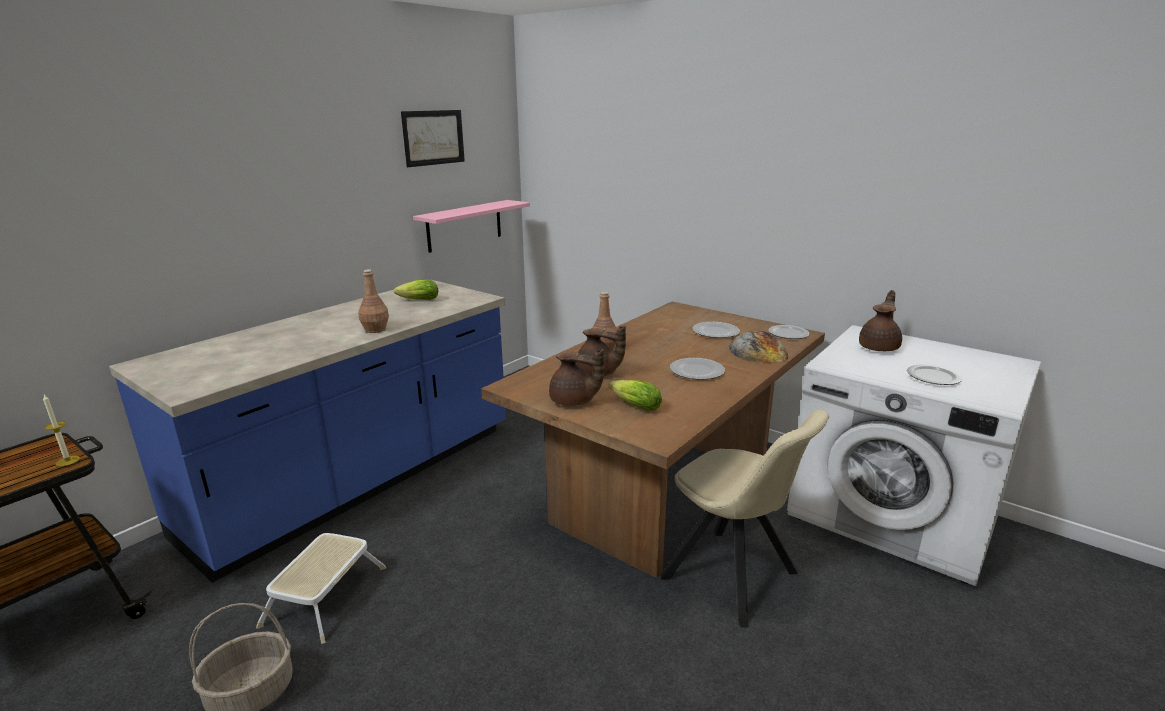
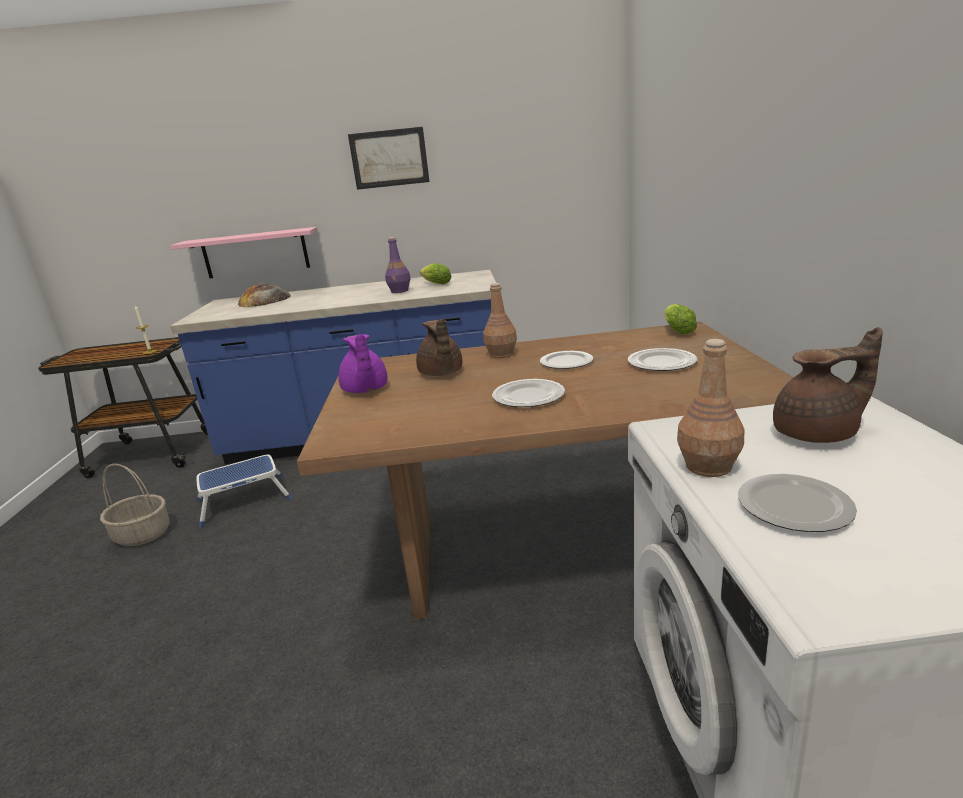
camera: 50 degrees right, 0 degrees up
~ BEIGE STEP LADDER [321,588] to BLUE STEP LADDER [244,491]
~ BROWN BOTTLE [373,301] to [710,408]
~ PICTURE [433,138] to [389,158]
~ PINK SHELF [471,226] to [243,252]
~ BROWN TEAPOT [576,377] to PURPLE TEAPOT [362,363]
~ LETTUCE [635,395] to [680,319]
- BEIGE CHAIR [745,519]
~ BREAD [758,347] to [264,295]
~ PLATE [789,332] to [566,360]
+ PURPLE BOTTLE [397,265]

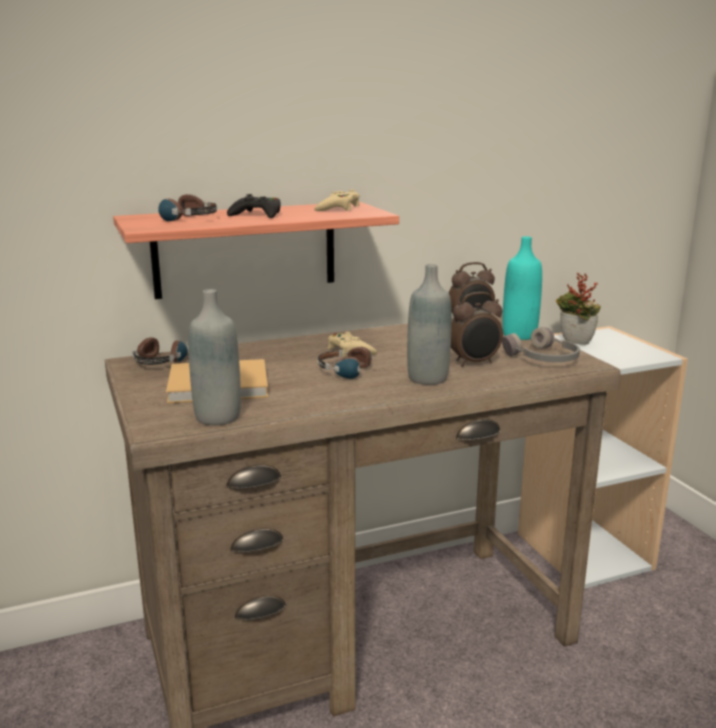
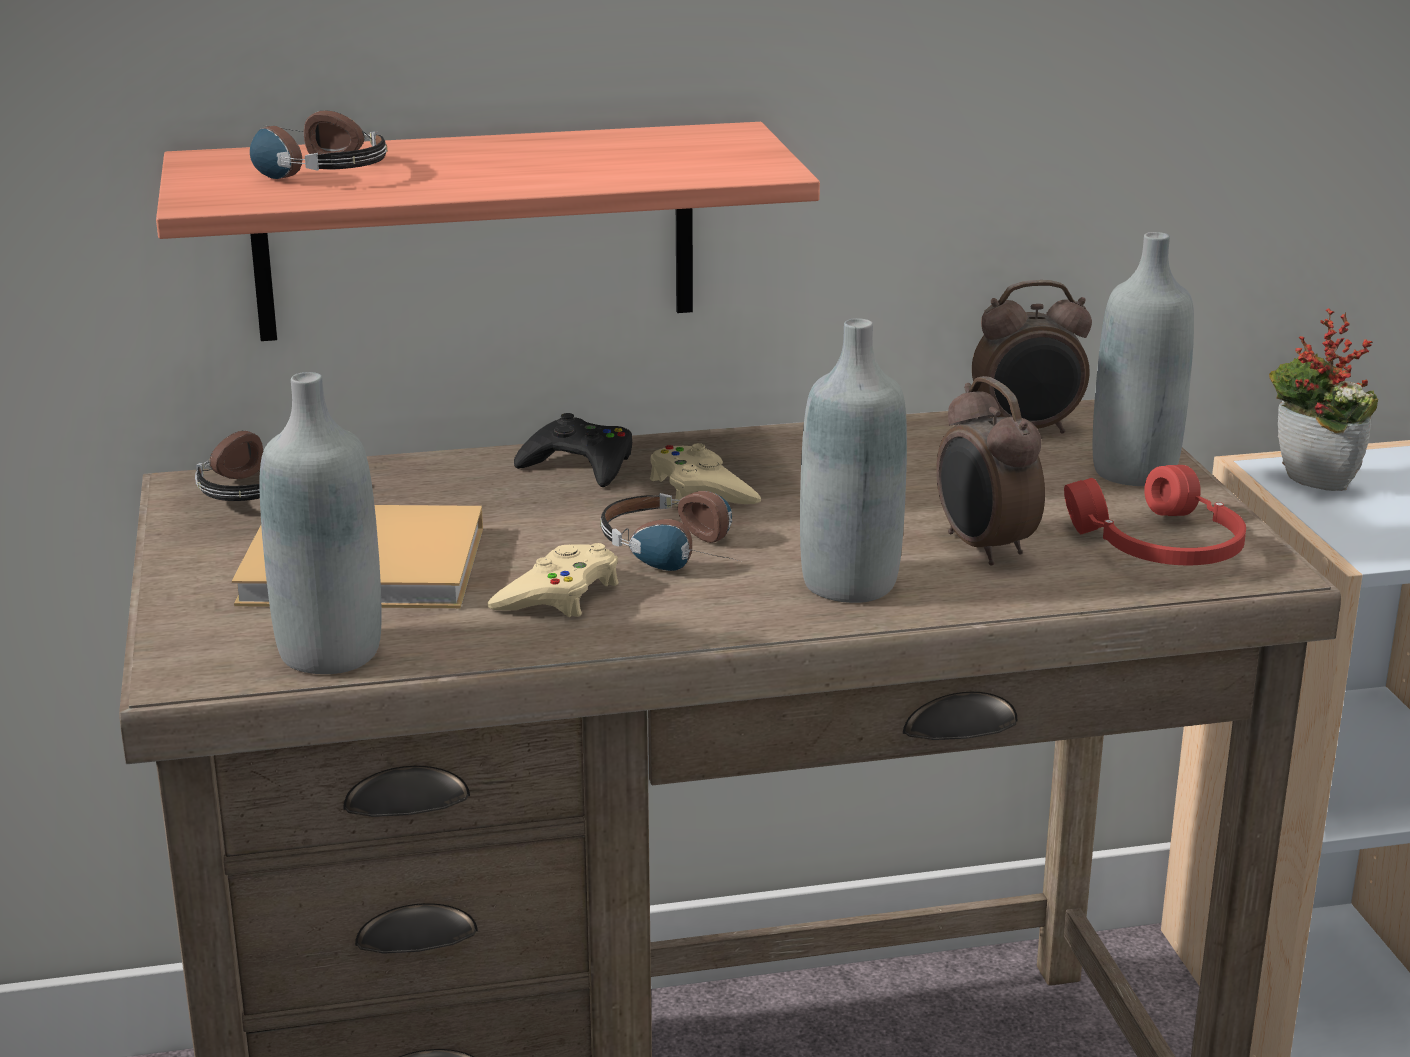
camera: 10 degrees right, 5 degrees up
~ BLACK GAME CONTROLLER [254,206] to [573,450]
~ BEIGE GAME CONTROLLER [337,200] to [553,580]
~ ALARM CLOCK [477,329] = [990,471] 75 degrees clockwise
~ TURQUOISE BOTTLE [522,288] to GREY BOTTLE [1143,359]
~ GREY HEADPHONES [541,345] to RED HEADPHONES [1155,515]

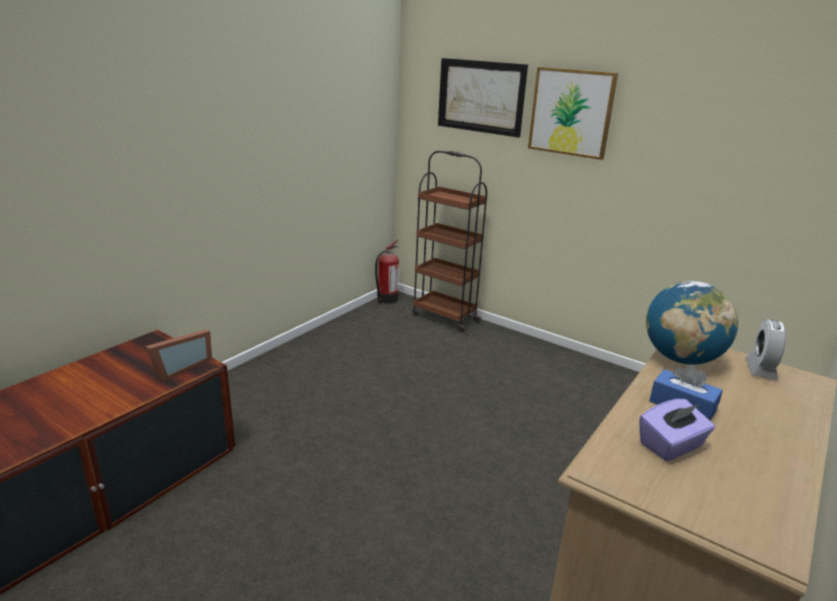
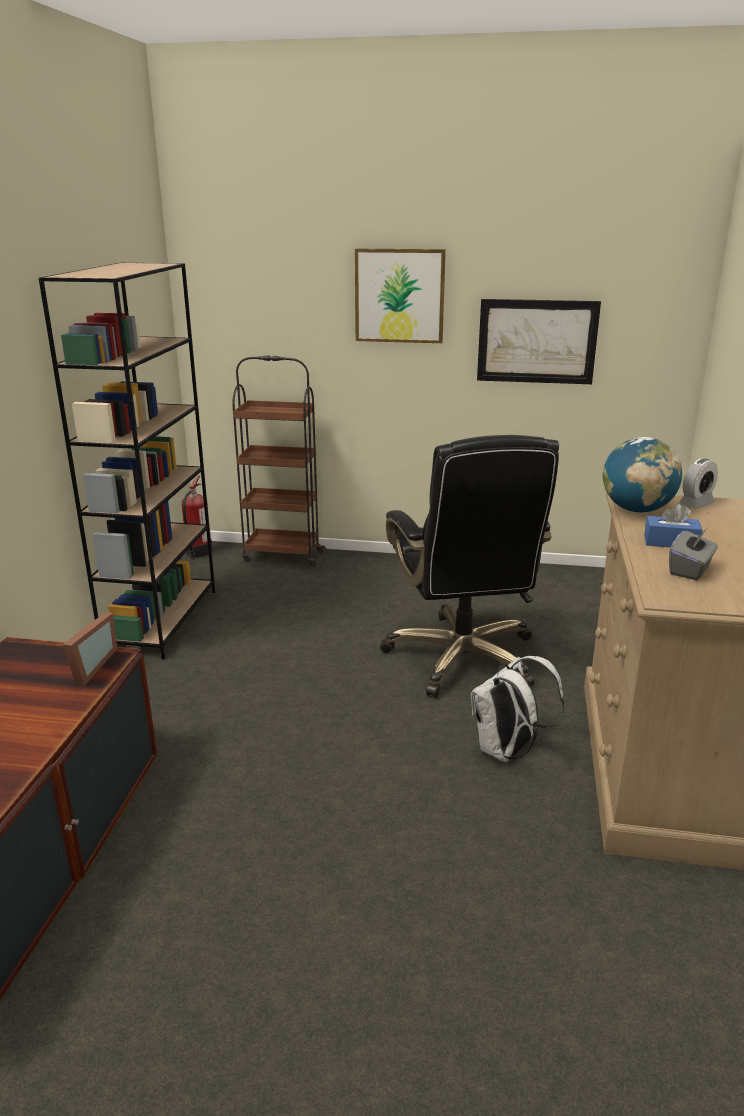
camera: 25 degrees left, 0 degrees up
~ PICTURE [483,97] to [539,341]
~ PURPLE TISSUE BOX [677,430] to GREY TISSUE BOX [693,554]
~ ALARM CLOCK [766,349] = [698,484] 120 degrees counterclockwise
+ BEIGE BOOKCASE [127,461]
+ BLACK OFFICE CHAIR [469,566]
+ WHITE BACKPACK [517,709]

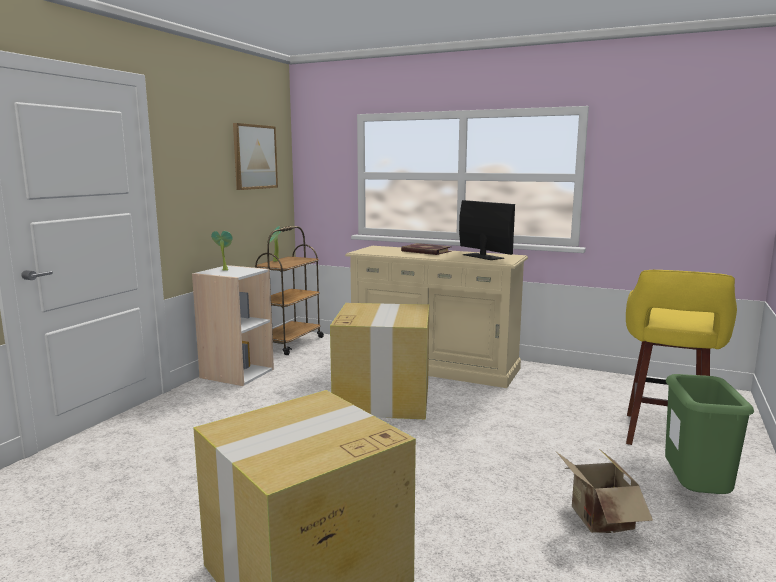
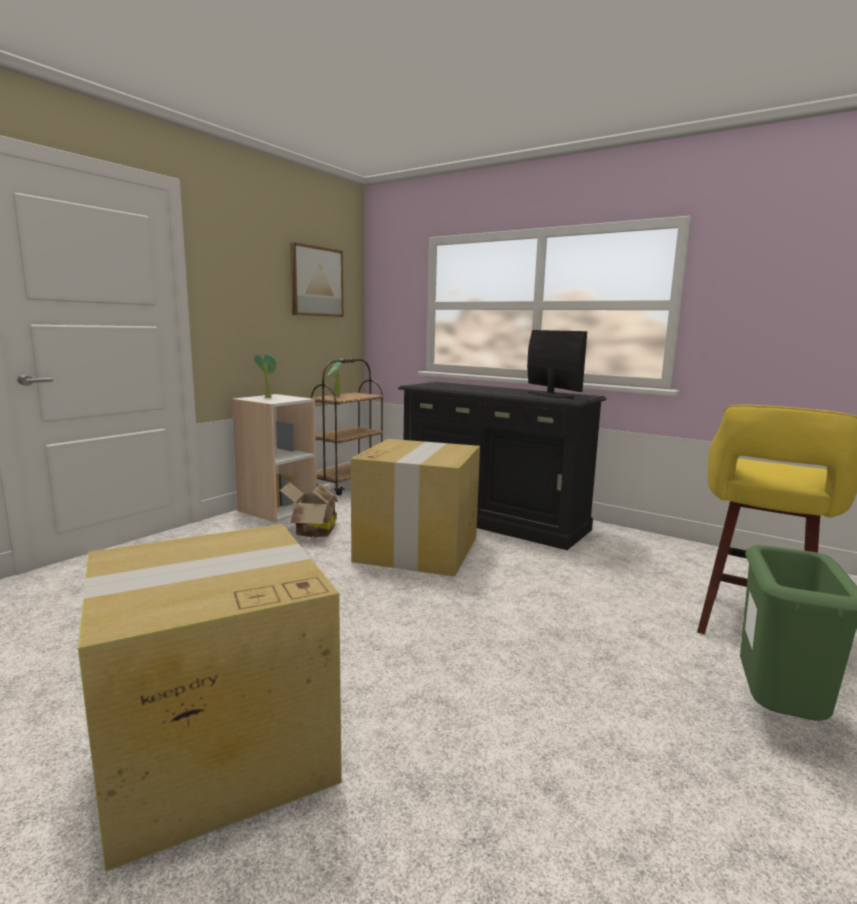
camera: 10 degrees right, 0 degrees up
~ BEIGE CABINET [436,317] to BLACK CABINET [502,466]
- BOOK [426,249]
~ CARDBOARD BOX [605,492] to [309,509]

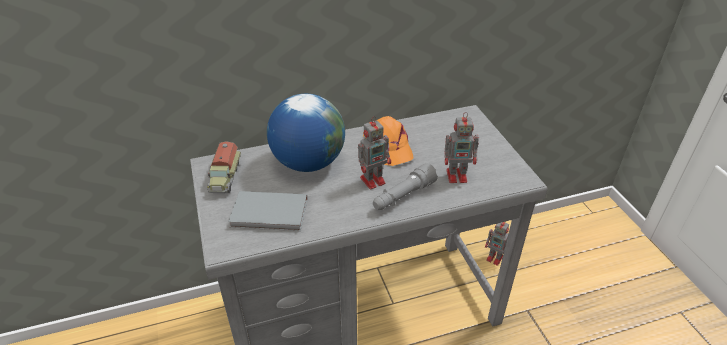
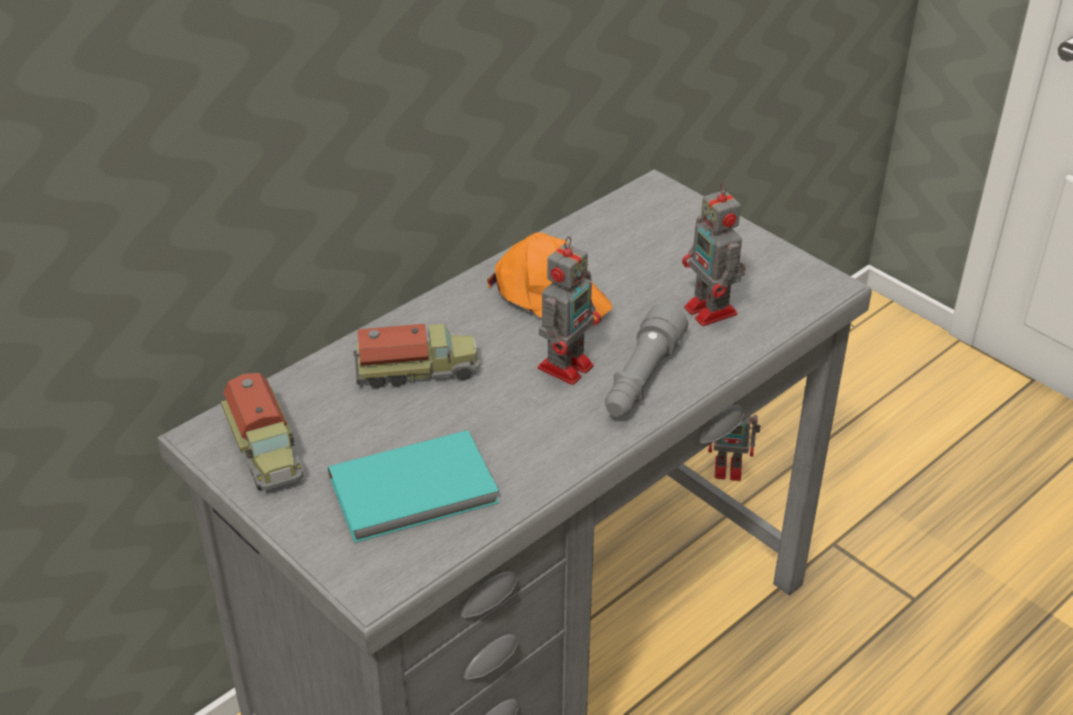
camera: 25 degrees left, 0 degrees up
~ GREY BOOK [267,211] to TURQUOISE BOOK [413,486]
~ GLOBE [306,133] to TOY TRUCK [417,356]
~ TOY ROBOT [461,147] = [714,254] 90 degrees clockwise

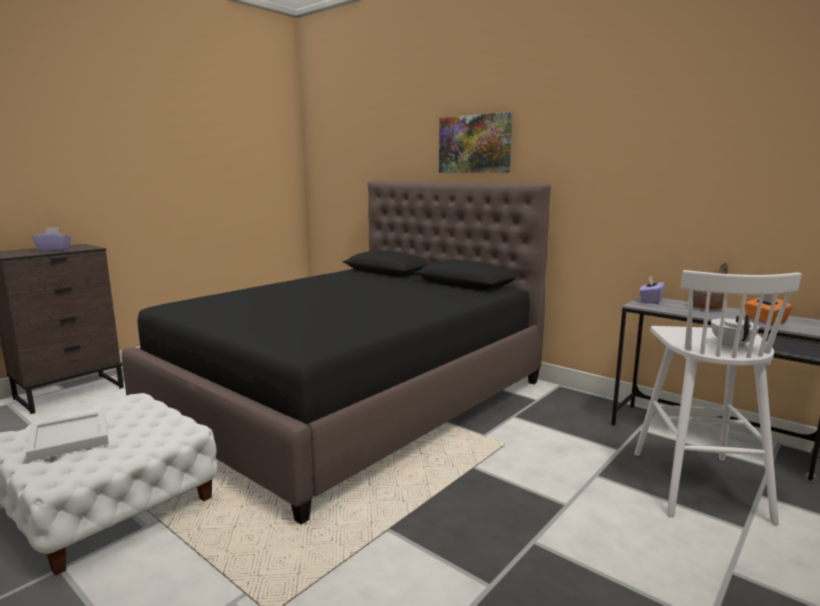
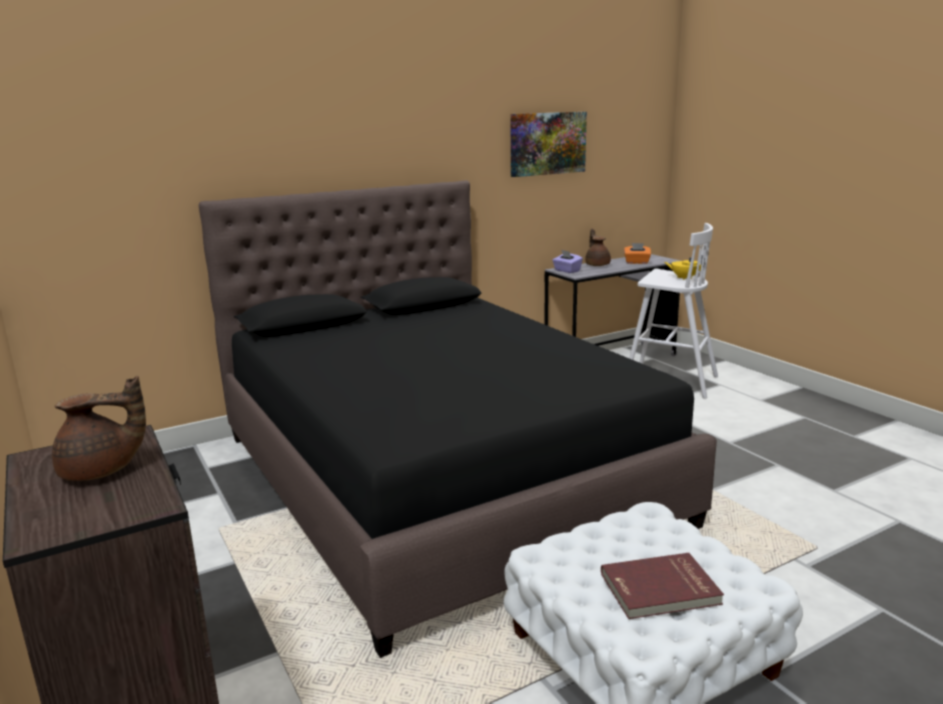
camera: 70 degrees left, 5 degrees up
~ WHITE TRAY [67,436] to RED BOOK [662,586]
~ PURPLE TISSUE BOX [51,239] to BROWN TEAPOT [99,428]
~ PICTURE [475,142] to [549,144]
~ WHITE TEAPOT [735,330] to YELLOW TEAPOT [684,267]

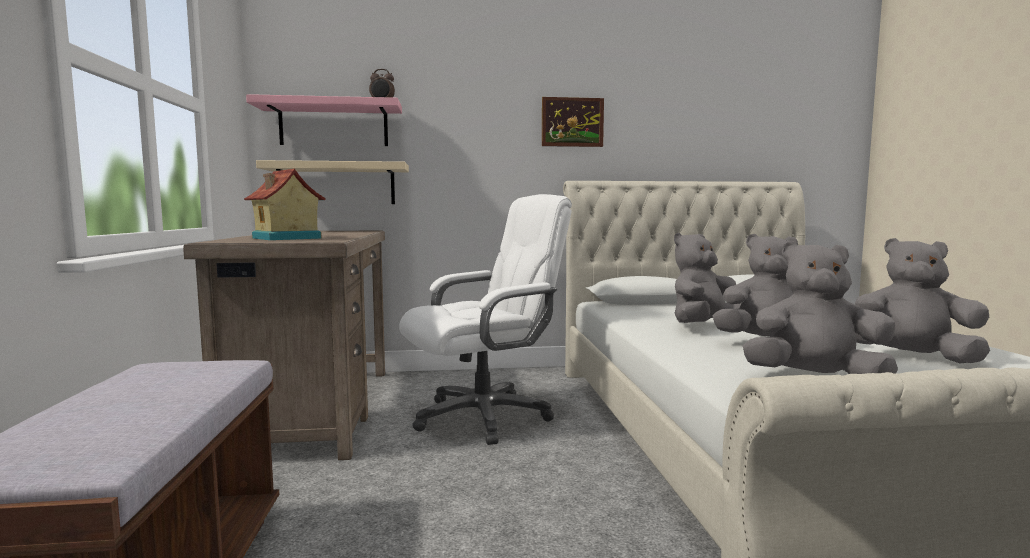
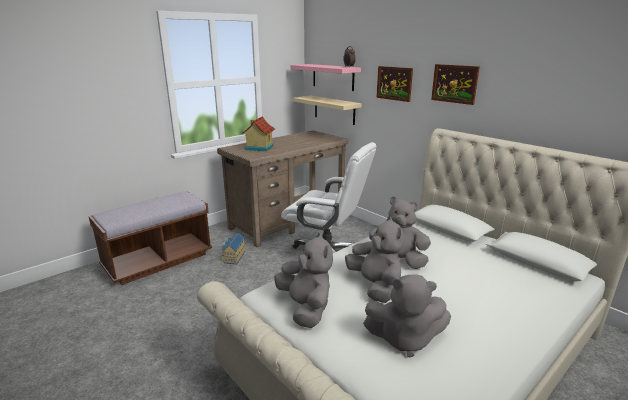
camera: 55 degrees right, 15 degrees up
~ GREY PLUSH TOY [922,300] = [407,316] 105 degrees clockwise
+ TOY HOUSE [233,248]
+ PICTURE [394,84]

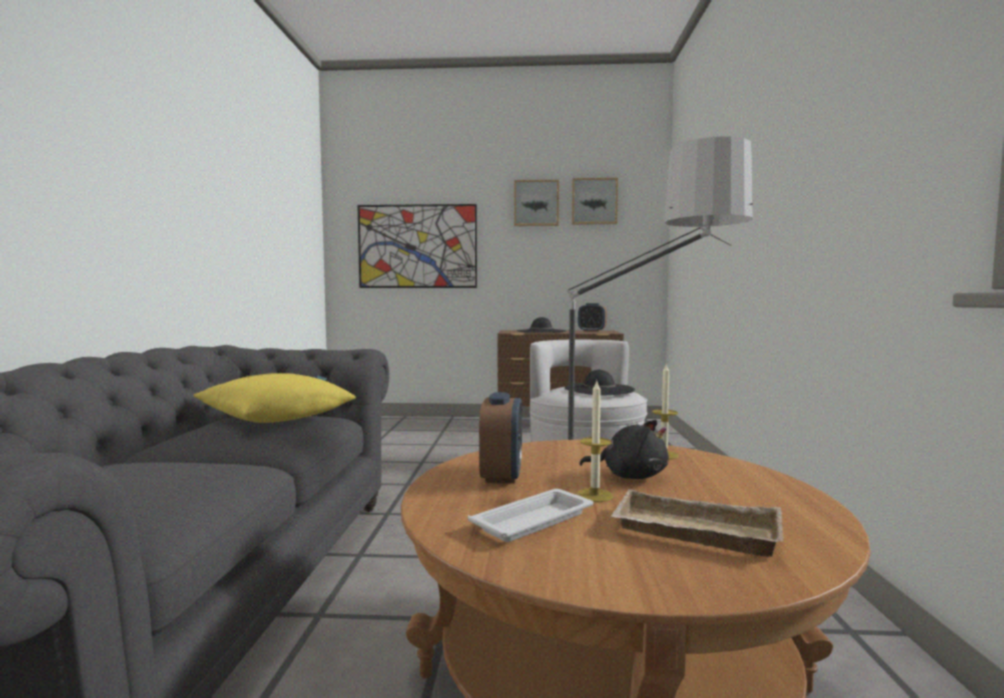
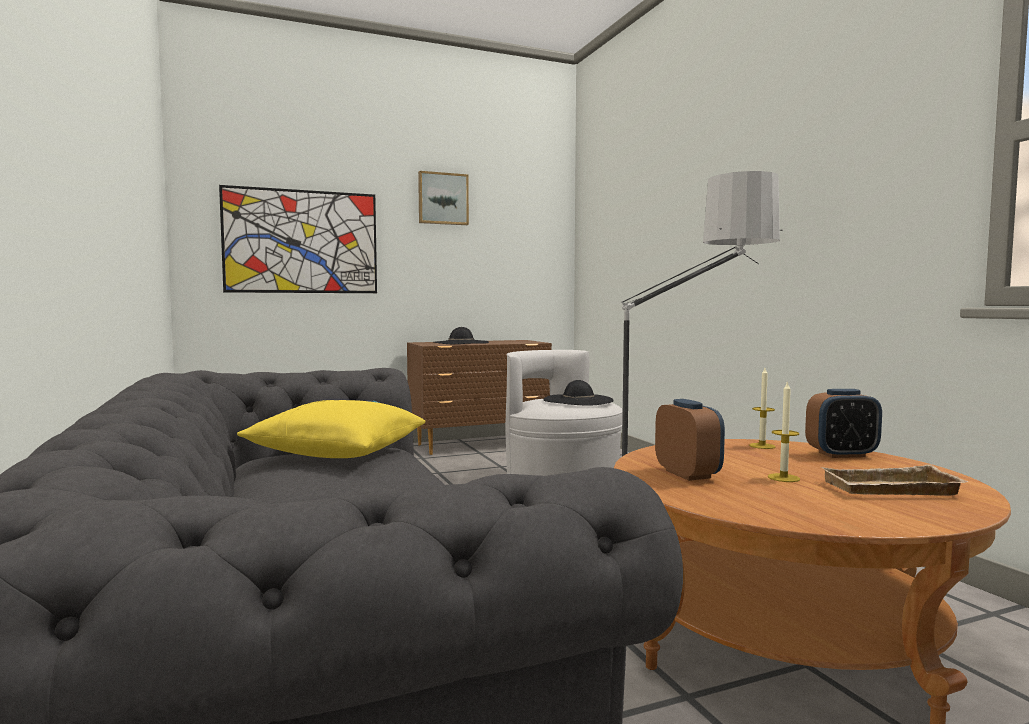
camera: 25 degrees left, 0 degrees up
- WHITE TRAY [530,515]
- PICTURE [595,201]
~ ALARM CLOCK [592,317] to [843,423]
- BLACK PLUSH TOY [624,449]

